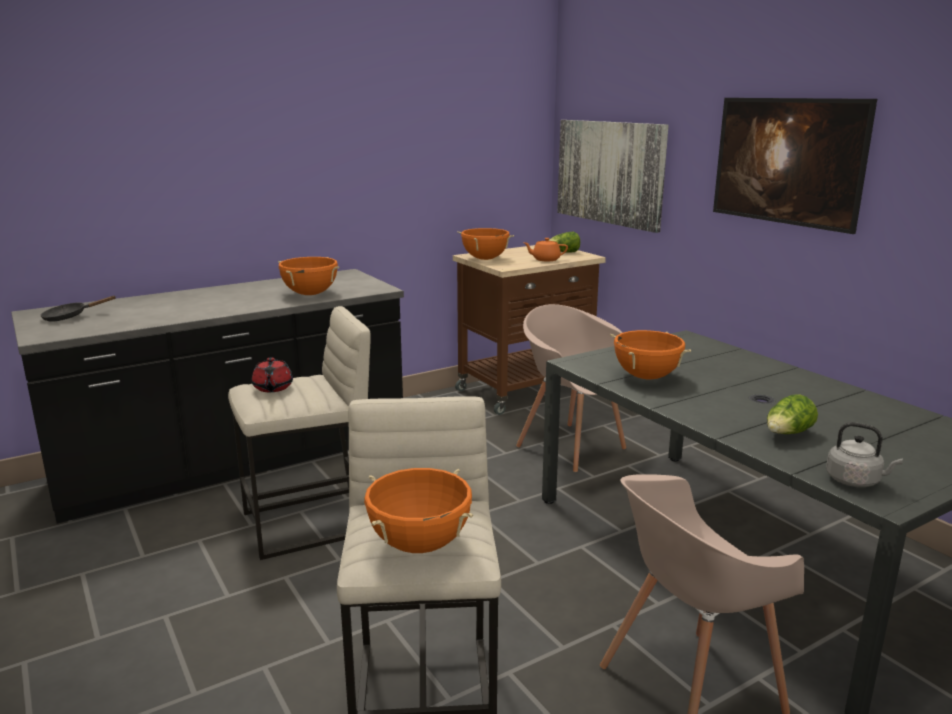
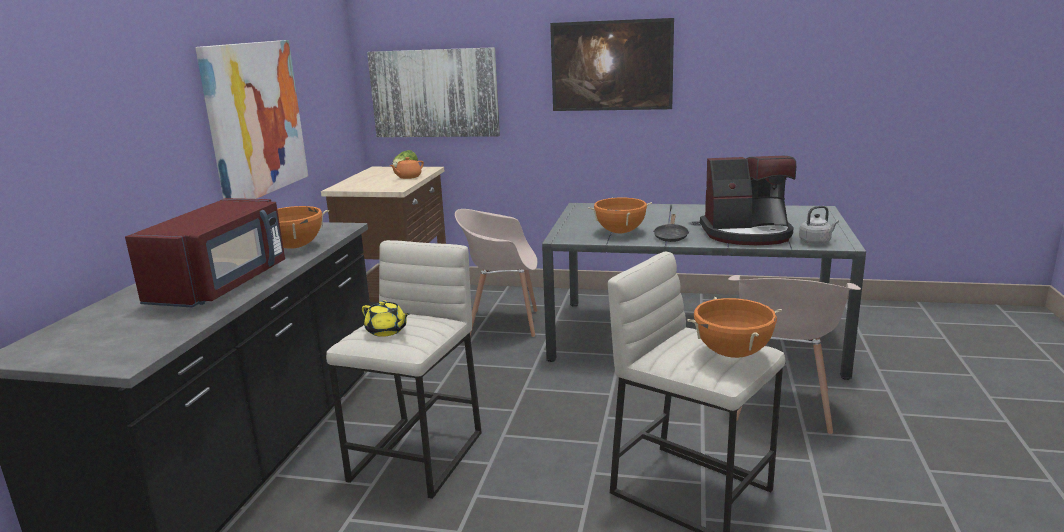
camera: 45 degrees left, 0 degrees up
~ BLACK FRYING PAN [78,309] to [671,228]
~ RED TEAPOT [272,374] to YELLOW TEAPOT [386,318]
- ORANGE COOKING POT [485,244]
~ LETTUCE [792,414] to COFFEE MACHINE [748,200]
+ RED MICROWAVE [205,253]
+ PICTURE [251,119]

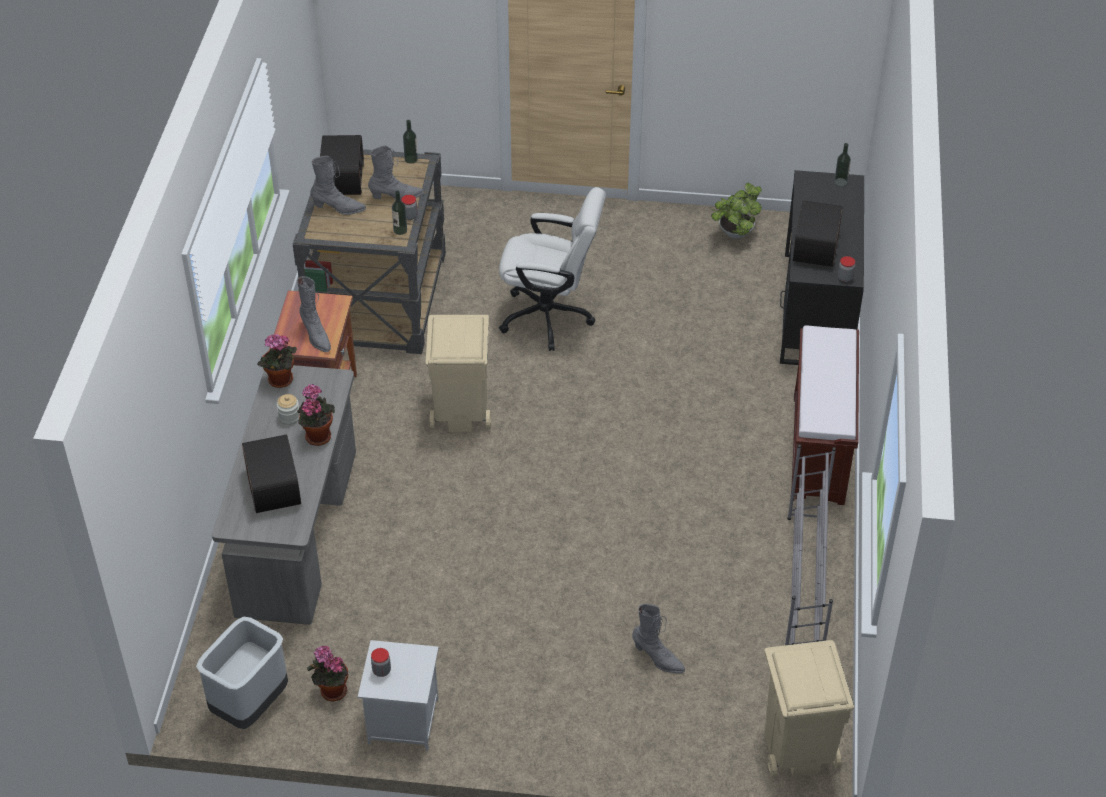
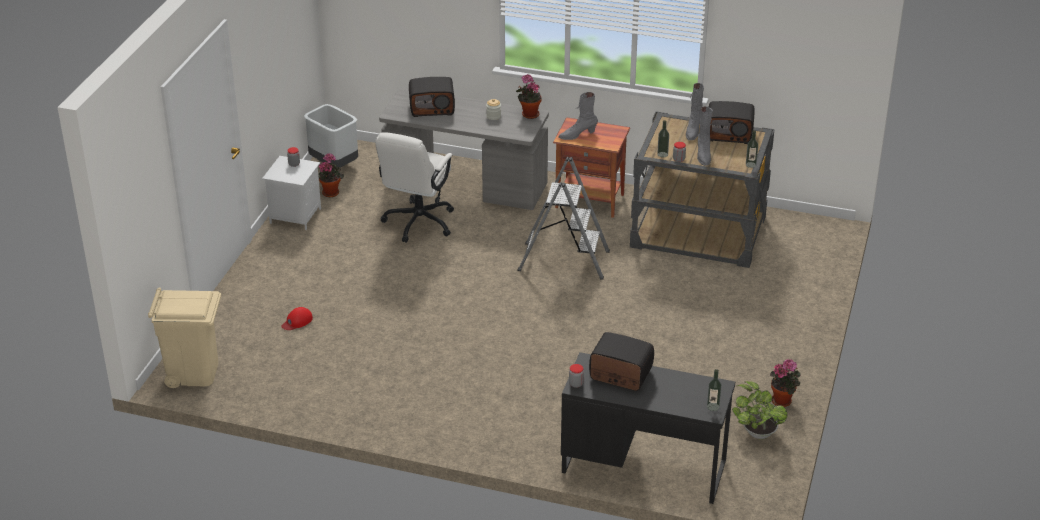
camera: 100 degrees right, 10 degrees down
~ POTTED PLANT [316,414] to [785,383]
~ BEIGE TRASH CAN [458,373] to GREY STEP LADDER [563,218]
~ WHITE OFFICE CHAIR [552,269] to [414,187]
~ GREY BOOT [658,638] to RED CAP [297,318]
- GREY SHOE RACK [810,544]
- BROWN BENCH [824,415]

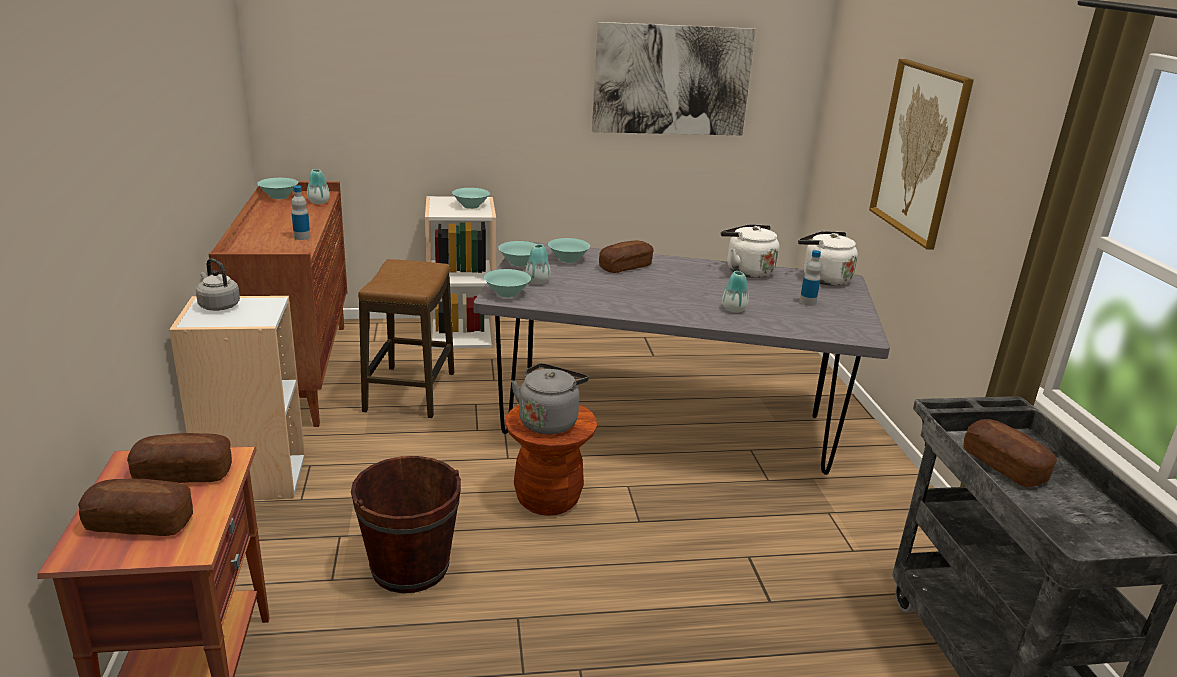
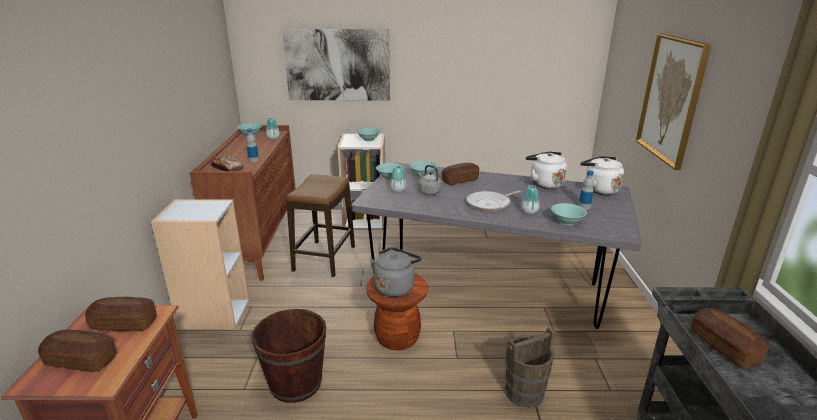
camera: 10 degrees right, 0 degrees up
~ GREY KETTLE [218,284] to [430,180]
~ TURQUOISE BOWL [507,283] to [569,214]
~ PICTURE [674,78] to [336,64]
+ BREAD [227,163]
+ FRYING PAN [494,201]
+ BROWN BUCKET [530,367]

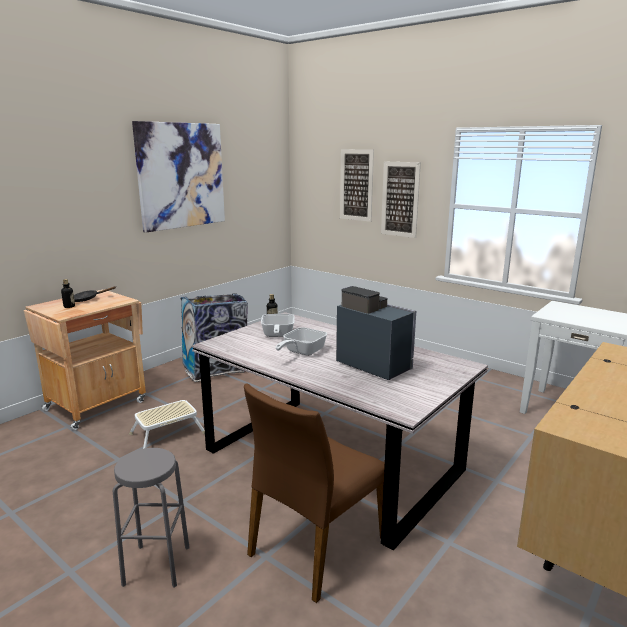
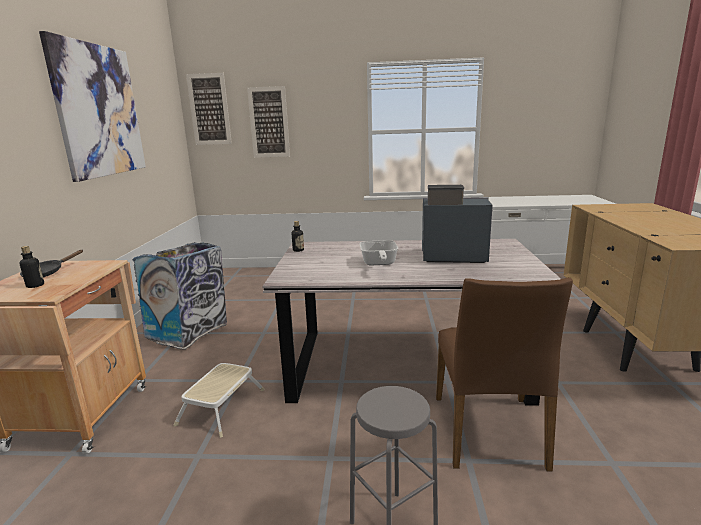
camera: 35 degrees left, 0 degrees up
- FRYING PAN [278,325]
~ PICTURE [401,199] to [209,109]

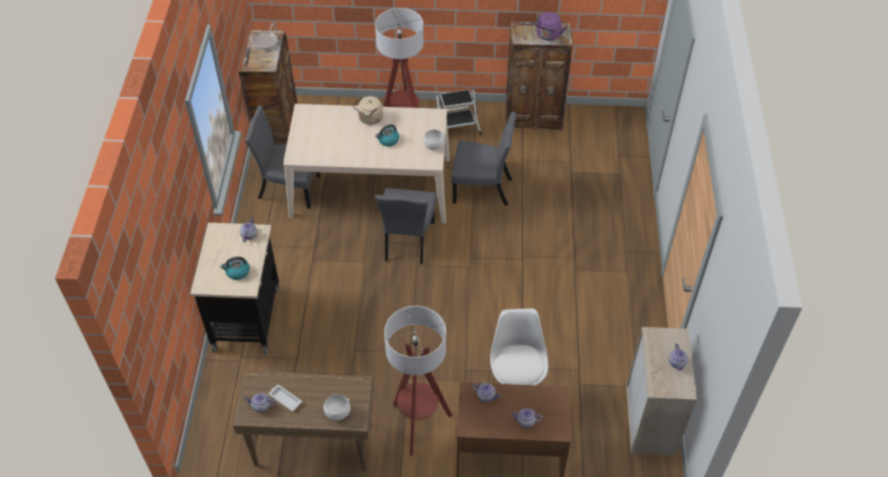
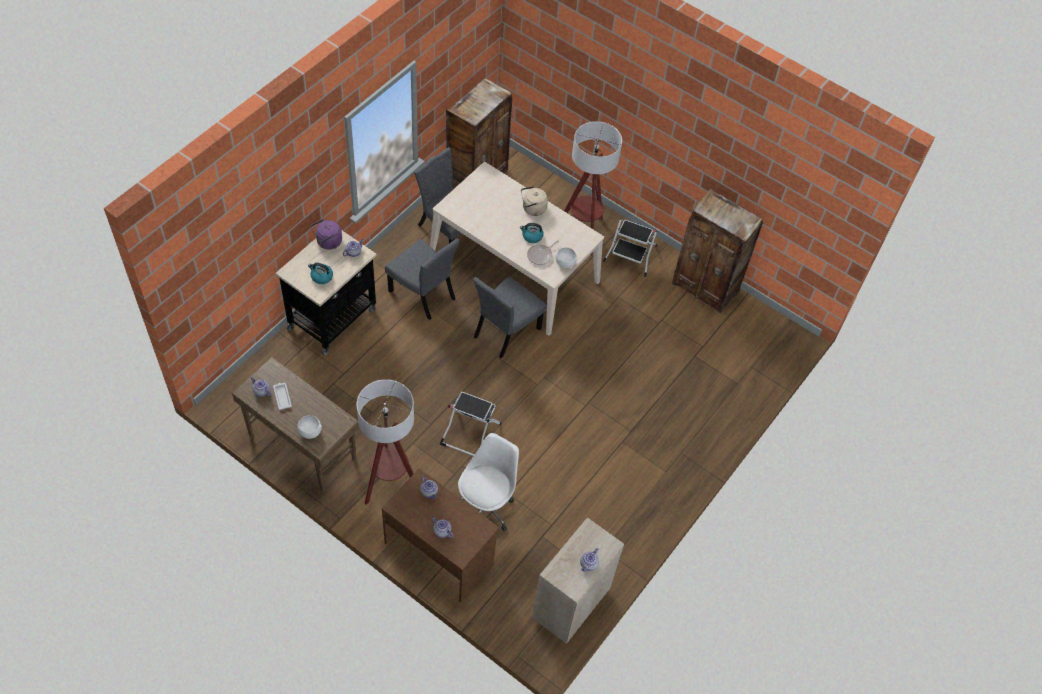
camera: 30 degrees right, 5 degrees up
~ FRYING PAN [265,36] to [543,252]
~ GREY CHAIR [483,158] to [422,279]
~ PURPLE KETTLE [550,26] to [326,234]
+ STEP LADDER [471,424]

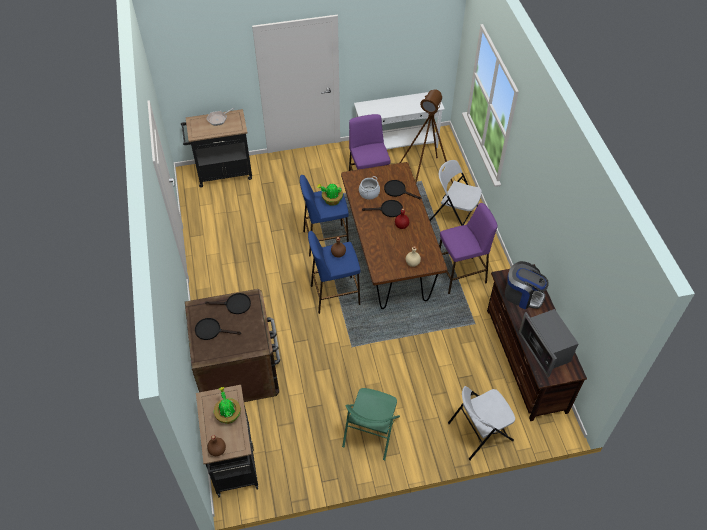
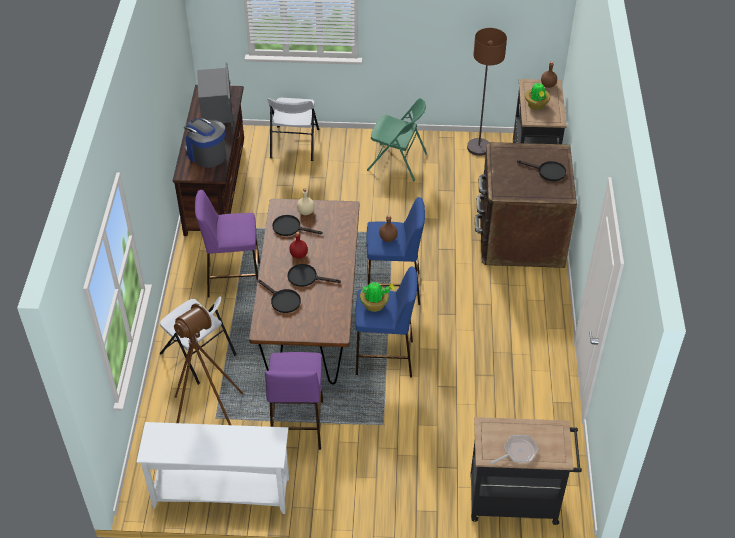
camera: 165 degrees left, 5 degrees down
~ BLACK FRYING PAN [228,303] to [297,225]
~ GREEN CHAIR [371,424] = [397,139] 75 degrees clockwise
- COOKING POT [369,188]
~ WHITE CHAIR [481,423] = [293,129] 105 degrees clockwise
+ BROWN FLOOR LAMP [487,92]

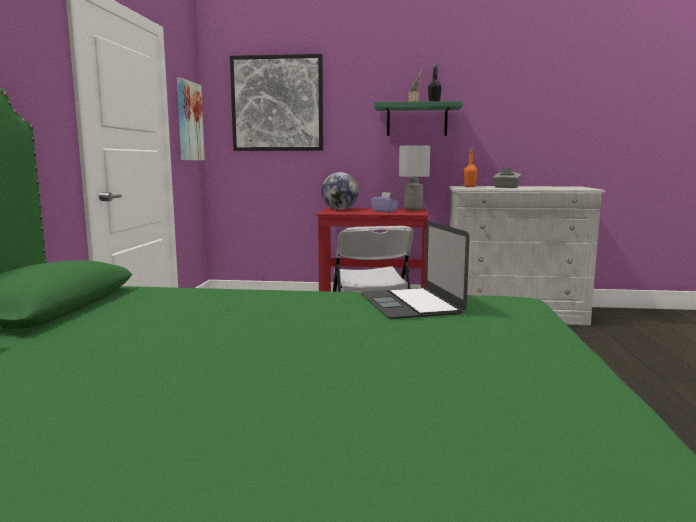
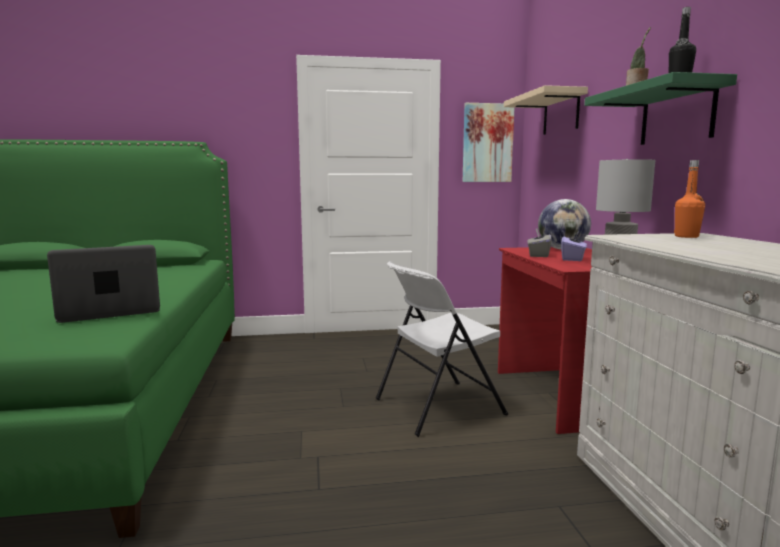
camera: 75 degrees right, 0 degrees up
~ PICTURE [276,102] to BEIGE SHELF [546,110]
~ GREY TISSUE BOX [507,178] to [539,243]

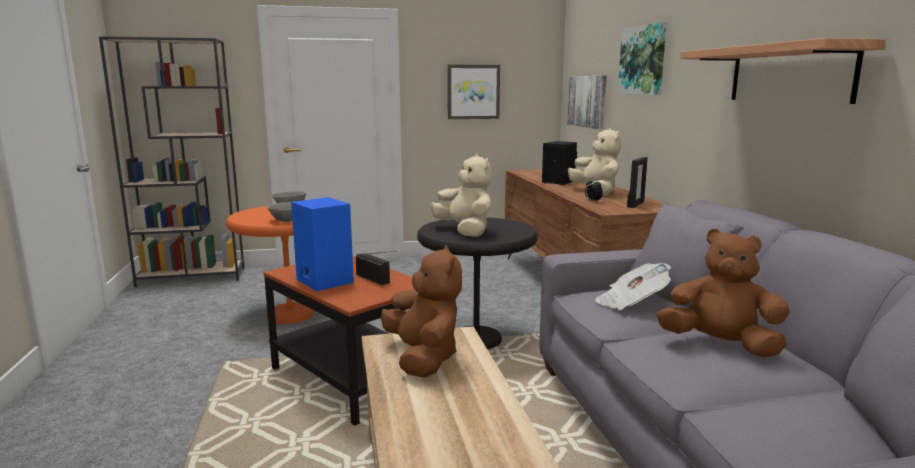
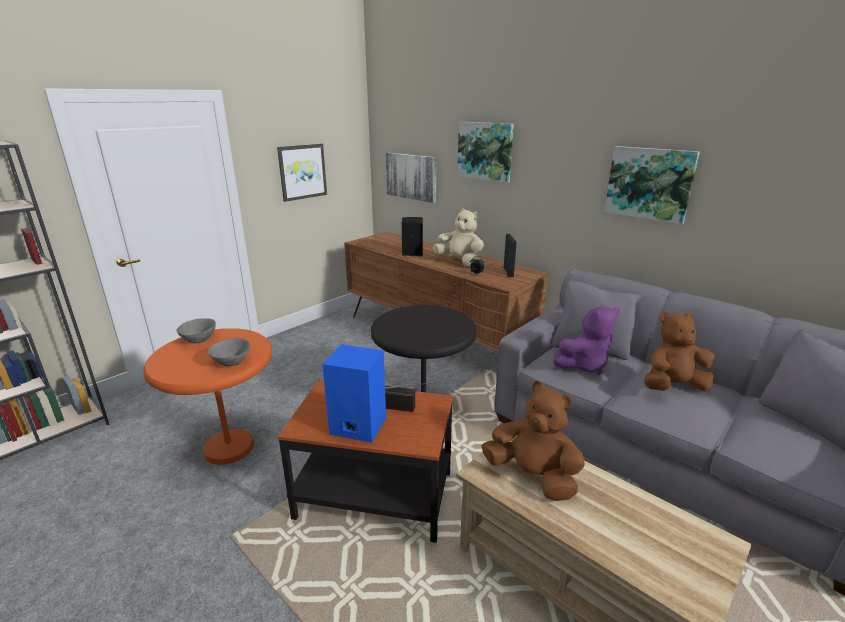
camera: 35 degrees left, 10 degrees up
- BEIGE PLUSH TOY [461,195]
~ NEWSPAPER [633,286] to PURPLE PLUSH TOY [586,340]
~ SHELF [783,71] to PICTURE [652,185]

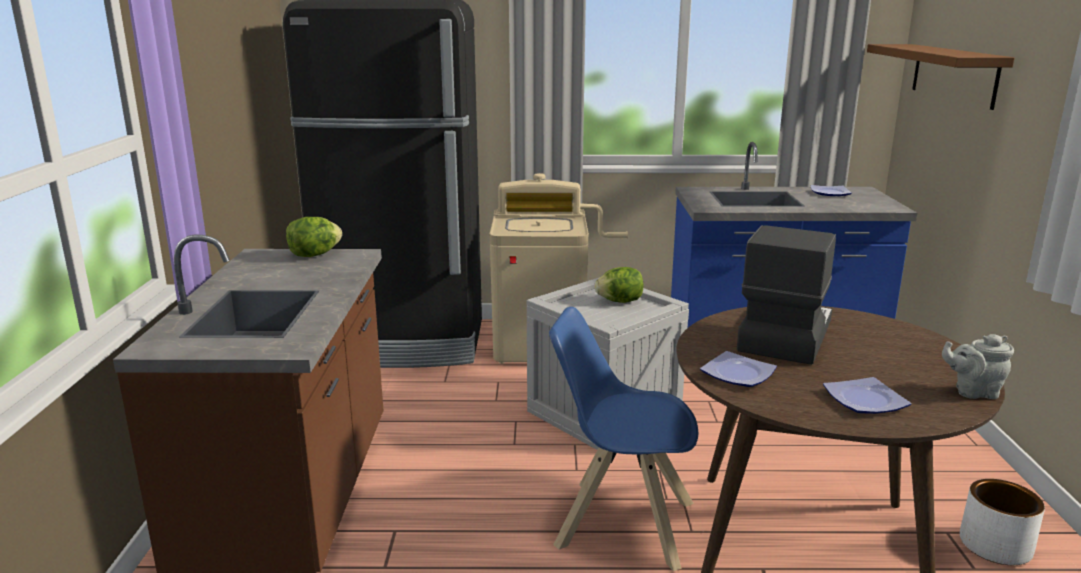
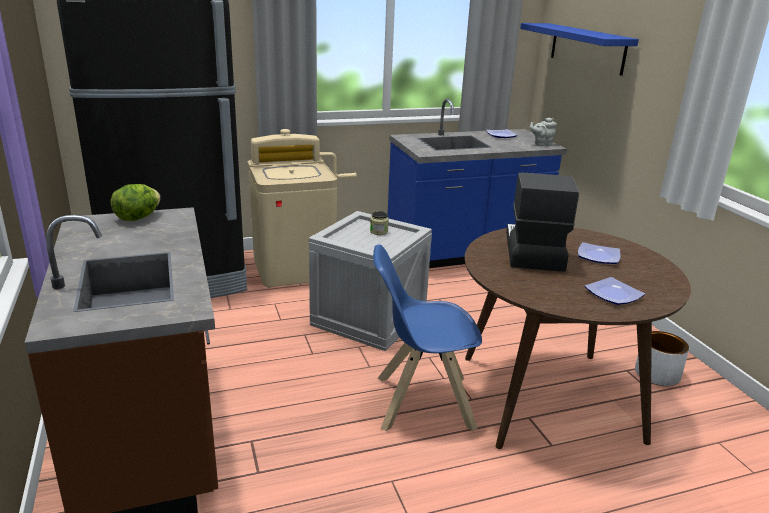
camera: 20 degrees left, 5 degrees up
~ LETTUCE [619,285] to JAR [379,223]
~ PLATE [738,369] to [599,253]
~ BROWN SHELF [940,77] to BLUE SHELF [579,49]
~ GREY TEAPOT [978,366] to [543,131]

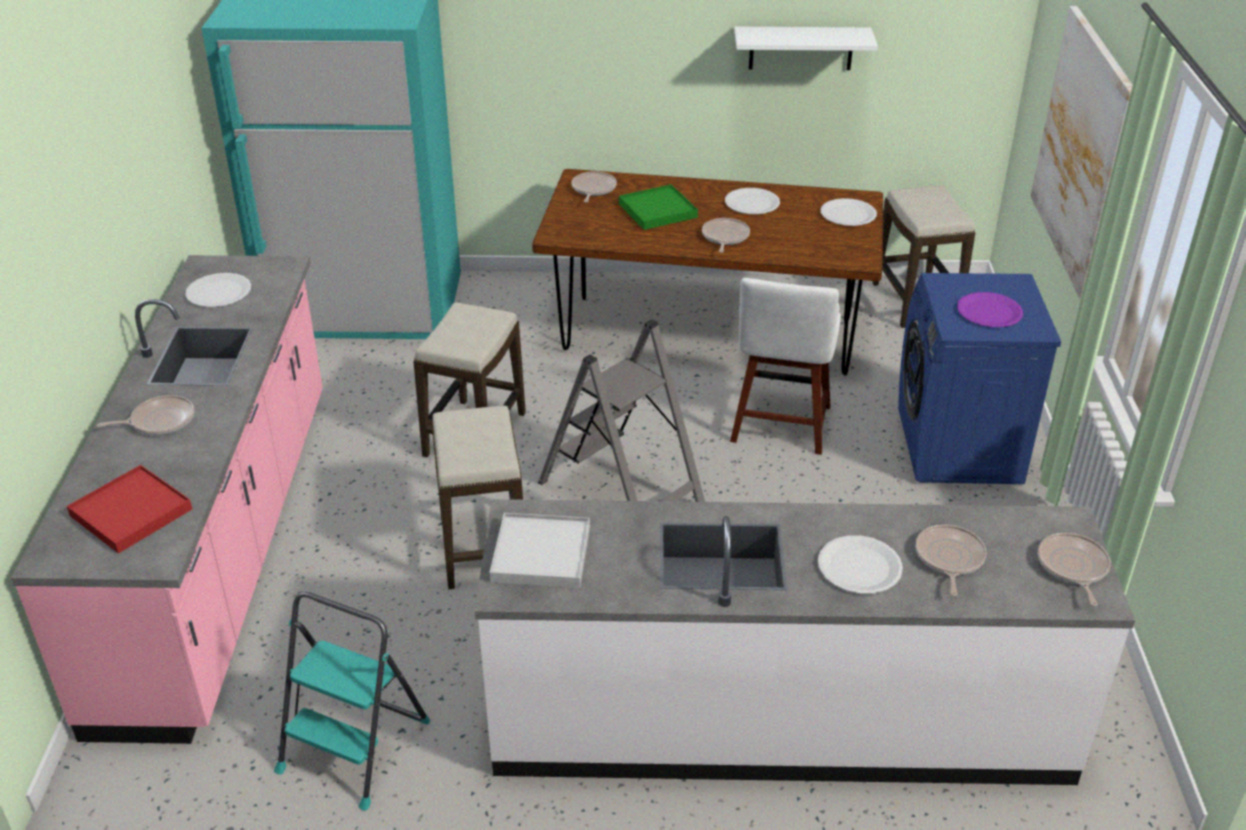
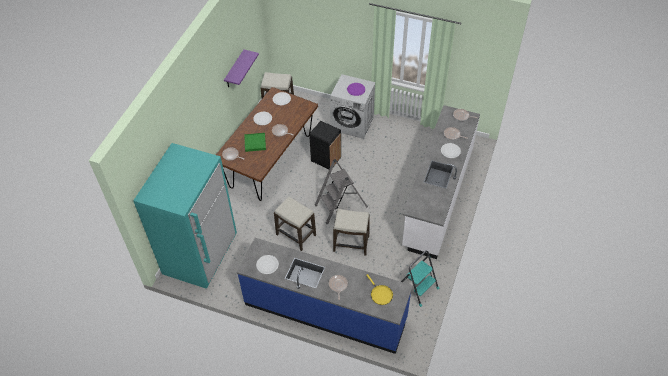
camera: 70 degrees left, 15 degrees up
~ PINK COUNTER [167,499] to BLUE COUNTER [325,296]
~ RED TRAY [129,509] to YELLOW FRYING PAN [379,289]
- WHITE TRAY [540,550]
~ WHITE CHAIR [785,366] to BLACK TRASH CAN [325,145]
~ WHITE SHELF [806,48] to PURPLE SHELF [241,68]
~ BLUE WASHING MACHINE [979,378] to WHITE WASHING MACHINE [352,106]
- PICTURE [1082,152]

